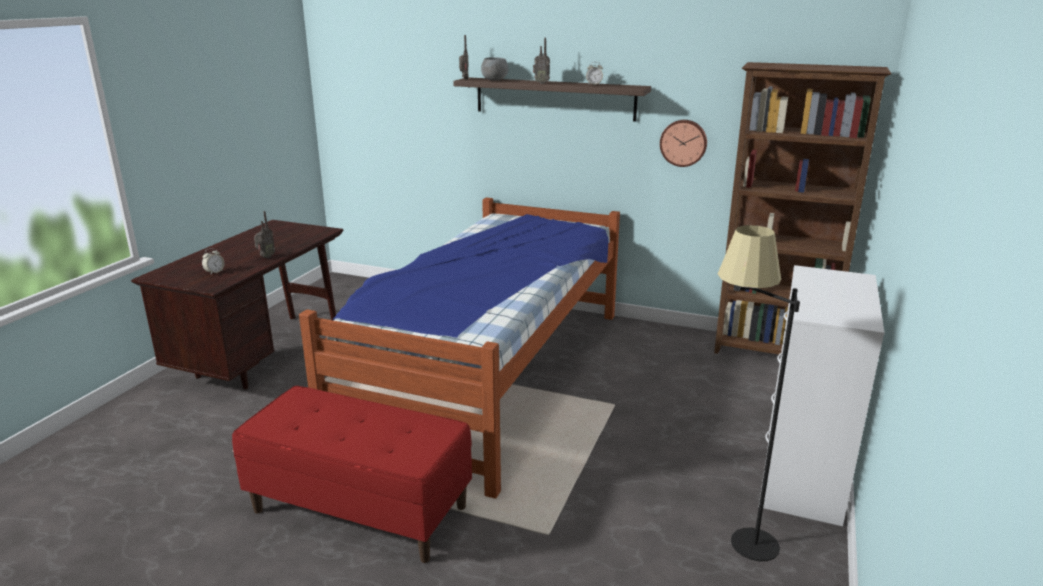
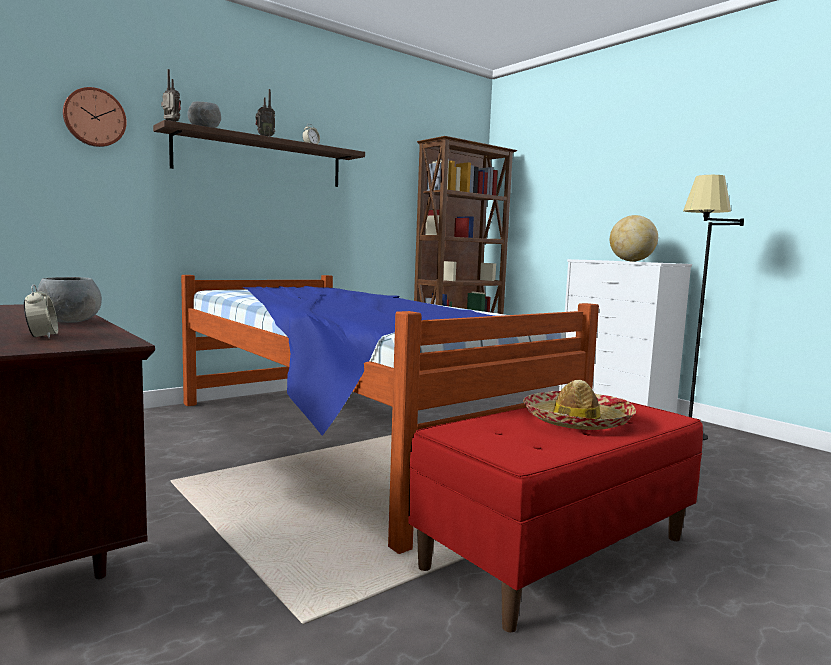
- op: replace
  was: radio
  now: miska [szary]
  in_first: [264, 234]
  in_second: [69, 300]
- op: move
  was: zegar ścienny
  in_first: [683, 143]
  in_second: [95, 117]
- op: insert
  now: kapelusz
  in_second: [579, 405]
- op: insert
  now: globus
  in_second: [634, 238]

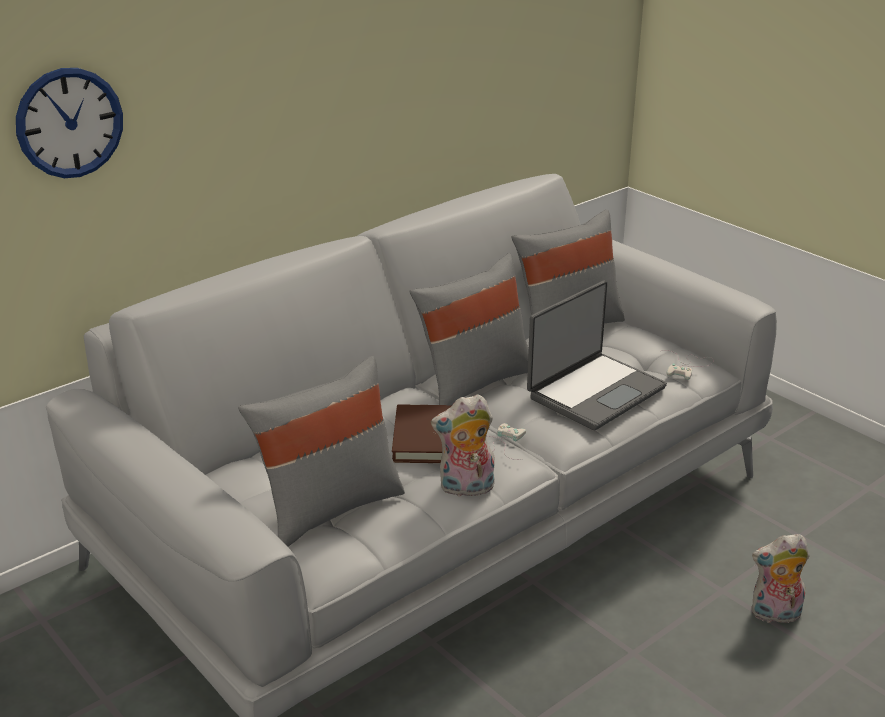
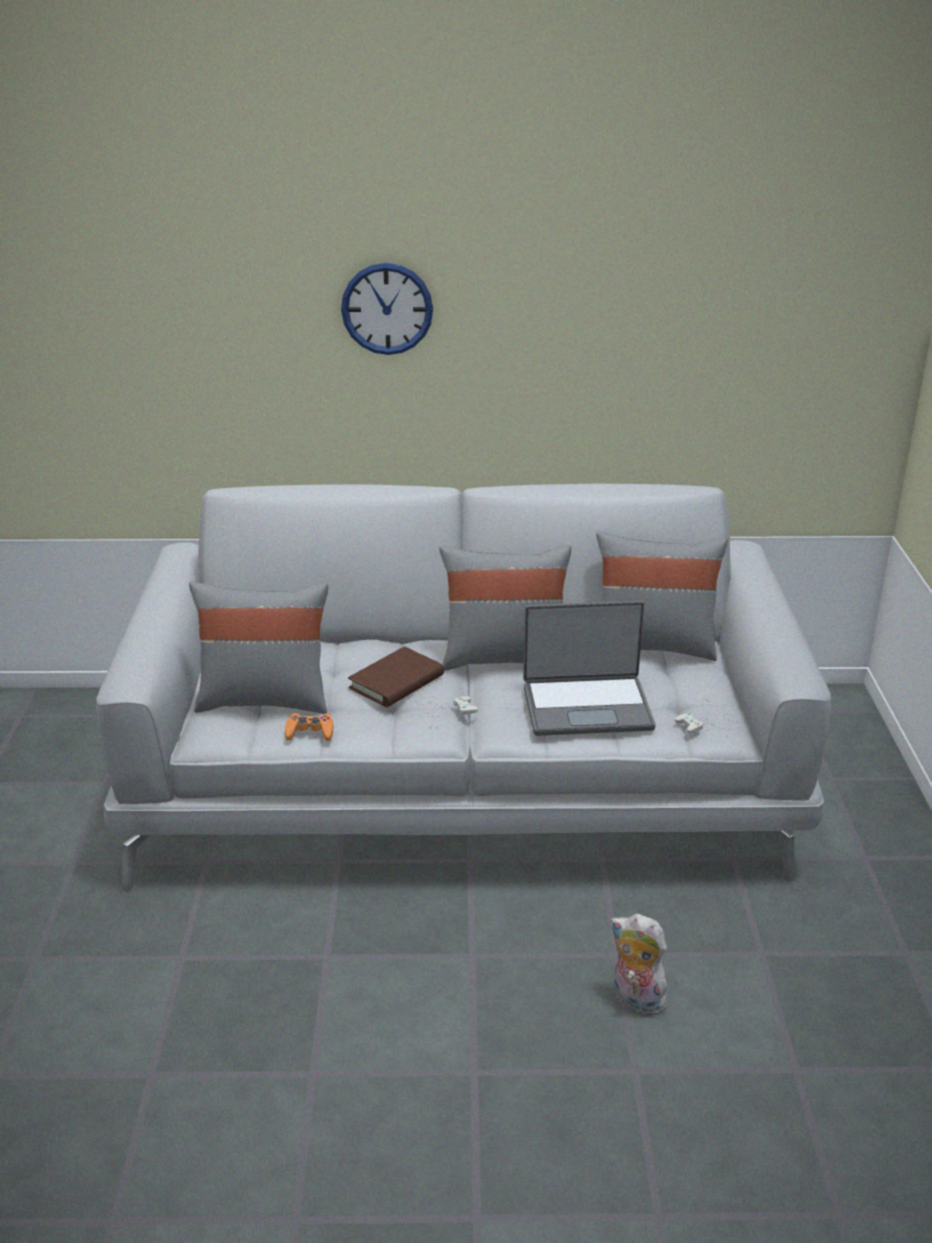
- op: insert
  now: pad do gier [pomarańczowy]
  in_second: [309, 727]
- op: move
  was: zegar ścienny
  in_first: [69, 123]
  in_second: [387, 309]
- op: delete
  was: pluszak
  in_first: [463, 445]

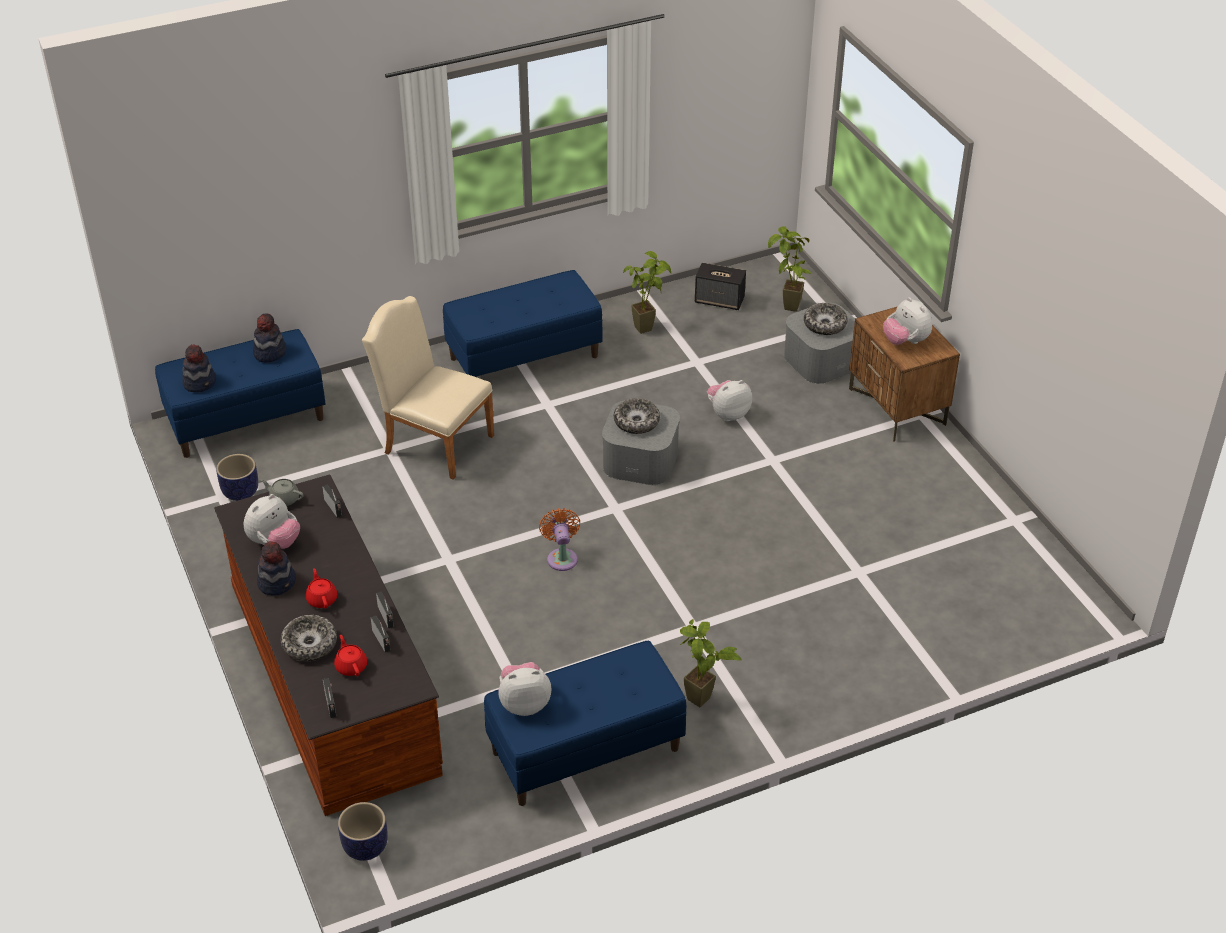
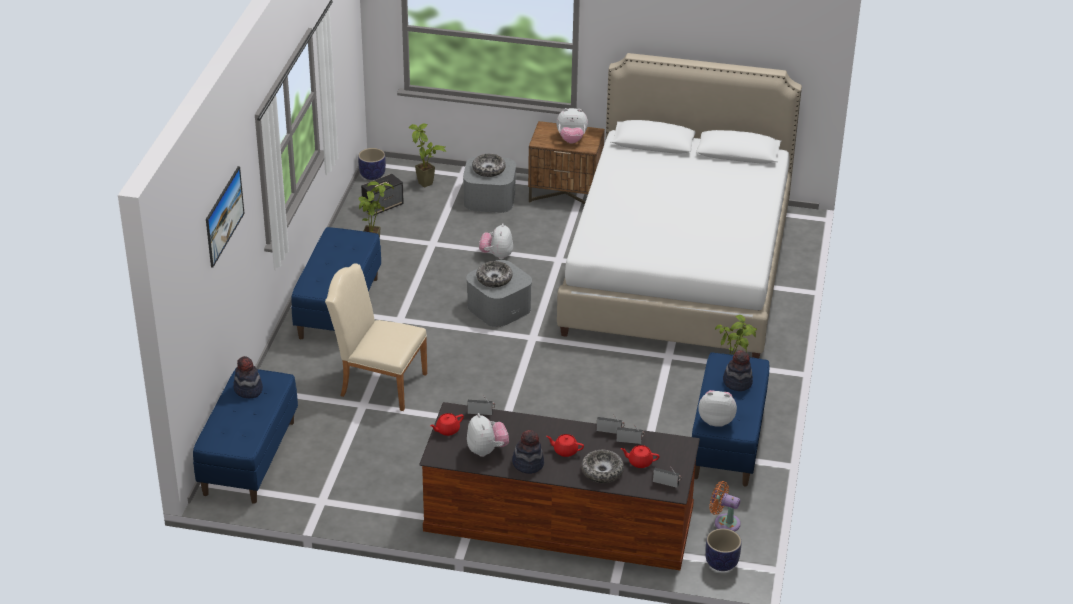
- op: insert
  now: obraz
  in_second: [225, 217]
- op: rotate
  was: krzesło [beżowy]
  in_first: [428, 388]
  in_second: [376, 337]
  clockwise: 45
- op: move
  was: donica
  in_first: [237, 477]
  in_second: [372, 164]
- op: recolor
  was: imbryk [szary]
  now: imbryk [czerwony]
  in_first: [282, 492]
  in_second: [447, 424]
- op: insert
  now: łóżko [biały]
  in_second: [679, 205]
- op: rotate
  was: pluszak
  in_first: [524, 689]
  in_second: [717, 408]
  clockwise: 75
- op: move
  was: wentylator [pomarańczowy]
  in_first: [559, 539]
  in_second: [725, 506]
- op: move
  was: kapelusz
  in_first: [199, 369]
  in_second: [738, 370]

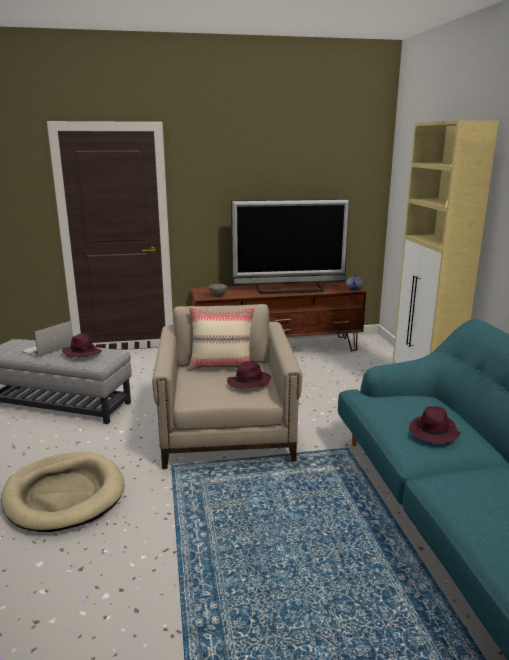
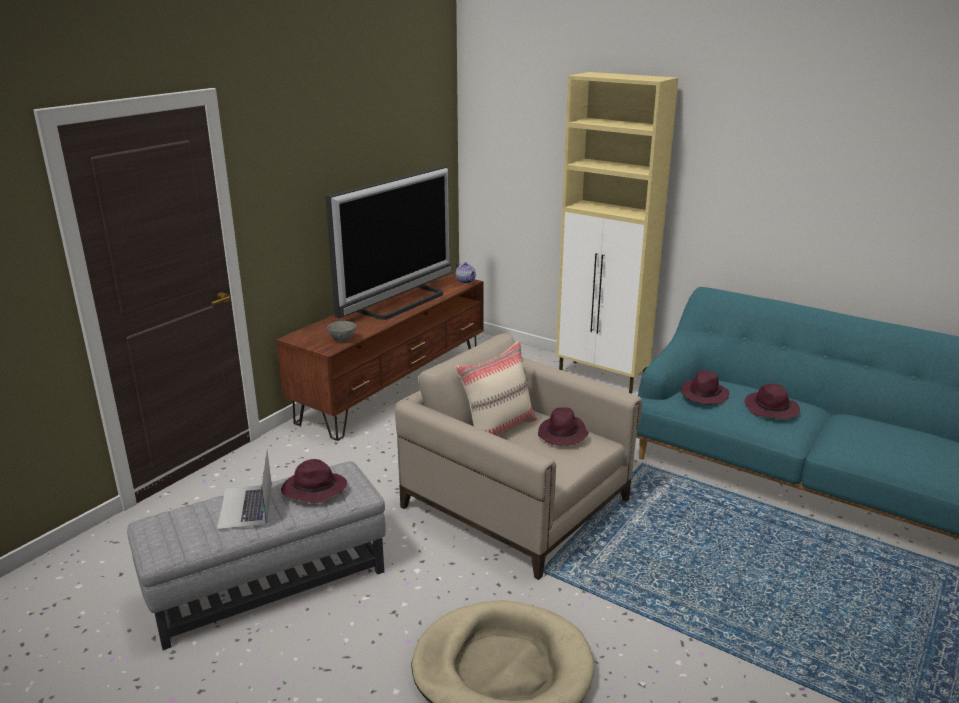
- op: insert
  now: kapelusz [fioletowy]
  in_second: [704, 387]

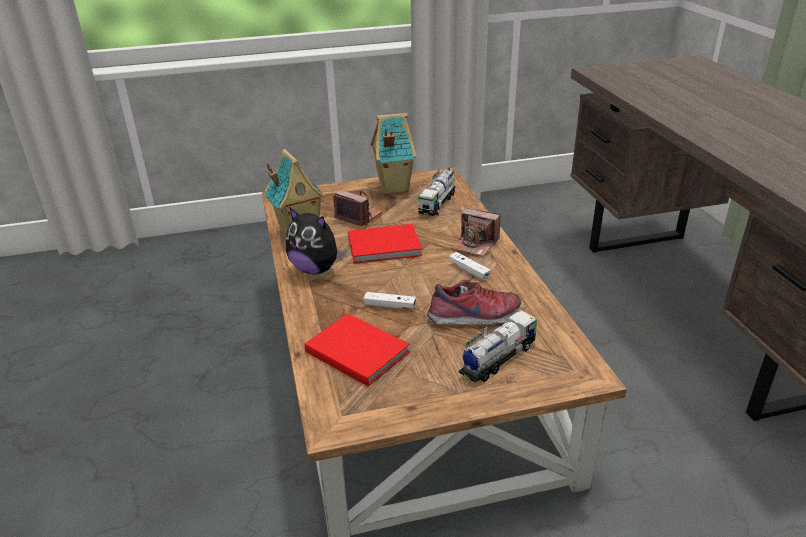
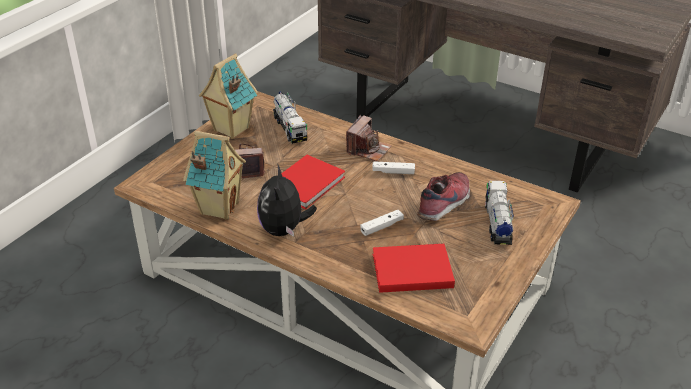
- op: rotate
  was: pluszak
  in_first: [316, 240]
  in_second: [287, 200]
  clockwise: 105
- op: rotate
  was: aparat fotograficzny
  in_first: [476, 232]
  in_second: [369, 138]
  clockwise: -45

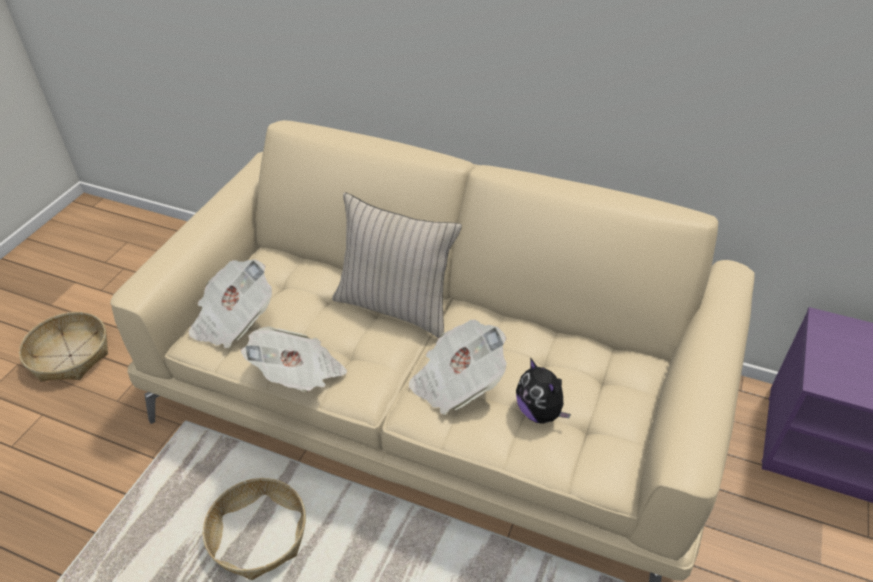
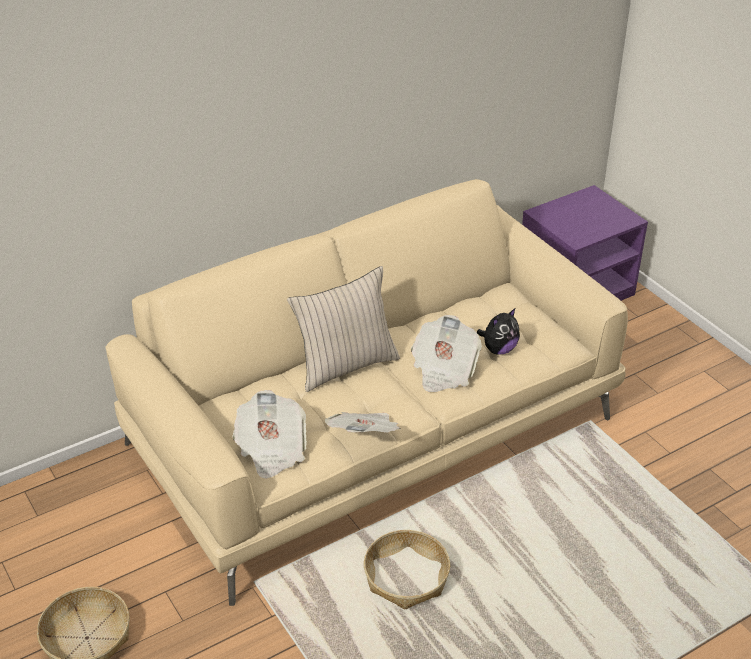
- op: rotate
  was: pluszak
  in_first: [543, 391]
  in_second: [498, 331]
  clockwise: -45

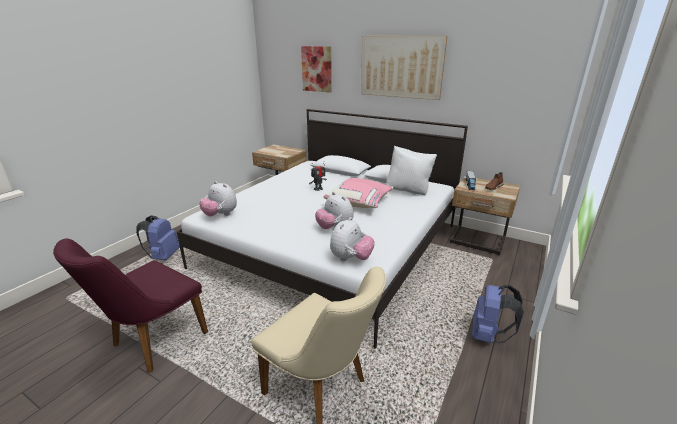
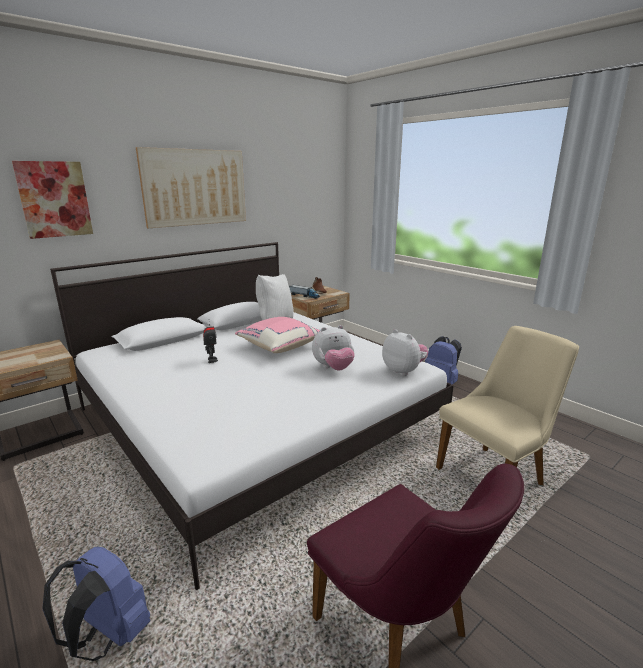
- op: delete
  was: pluszak
  in_first: [218, 199]

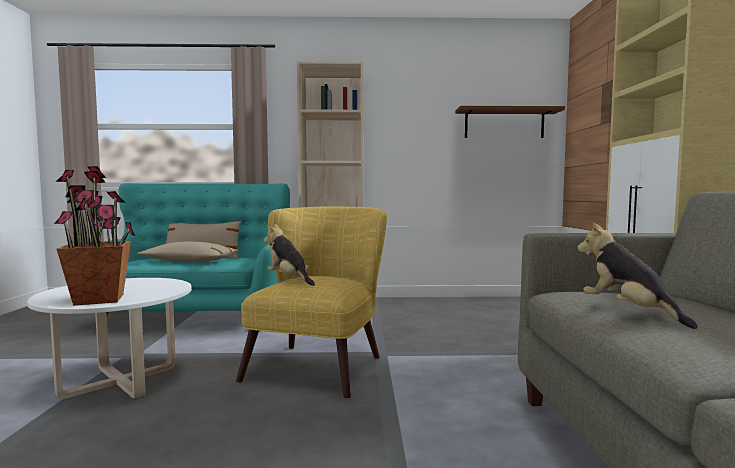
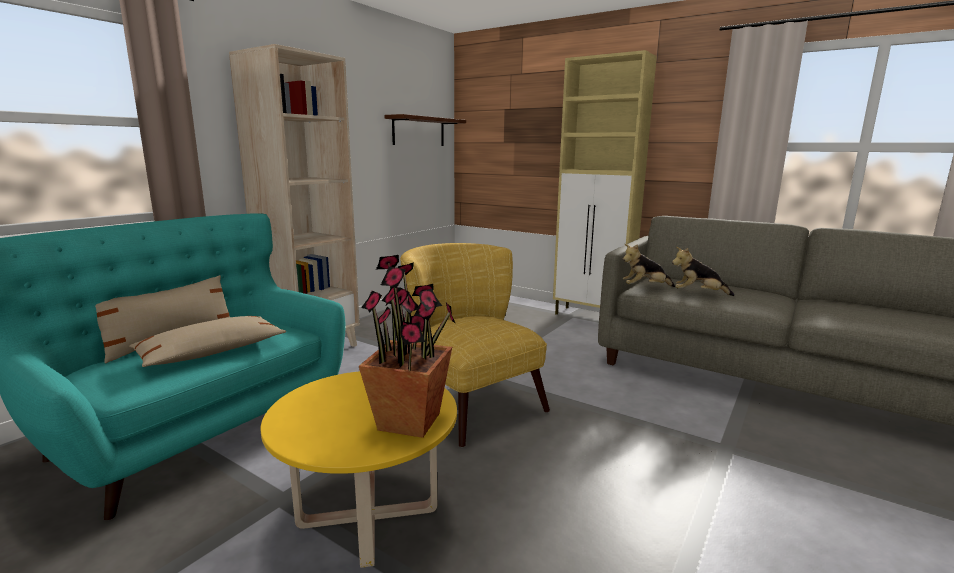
- op: recolor
  was: ława [biały]
  now: ława [żółty]
  in_first: [109, 338]
  in_second: [358, 469]
- op: move
  was: pluszak
  in_first: [289, 255]
  in_second: [649, 265]

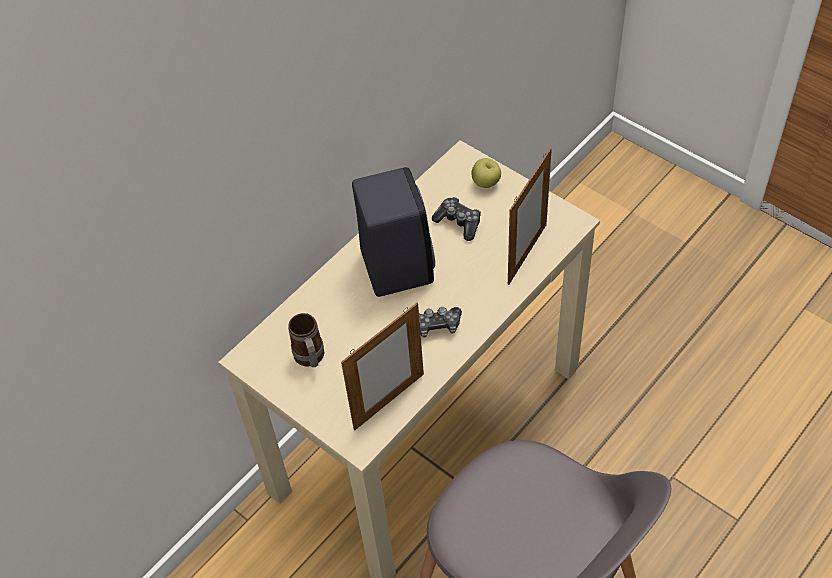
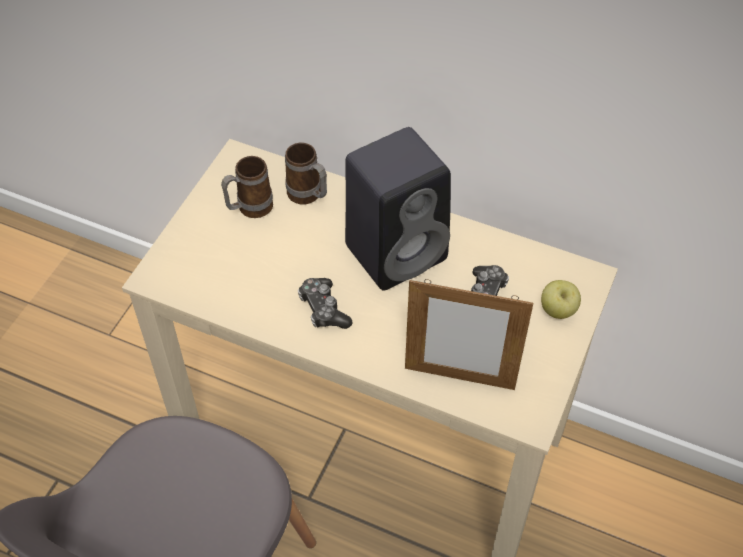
- op: insert
  now: kubek
  in_second: [306, 173]
- op: delete
  was: ramka na zdjęcie
  in_first: [382, 367]

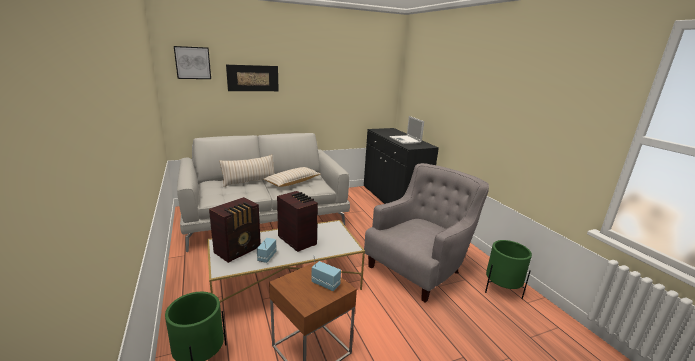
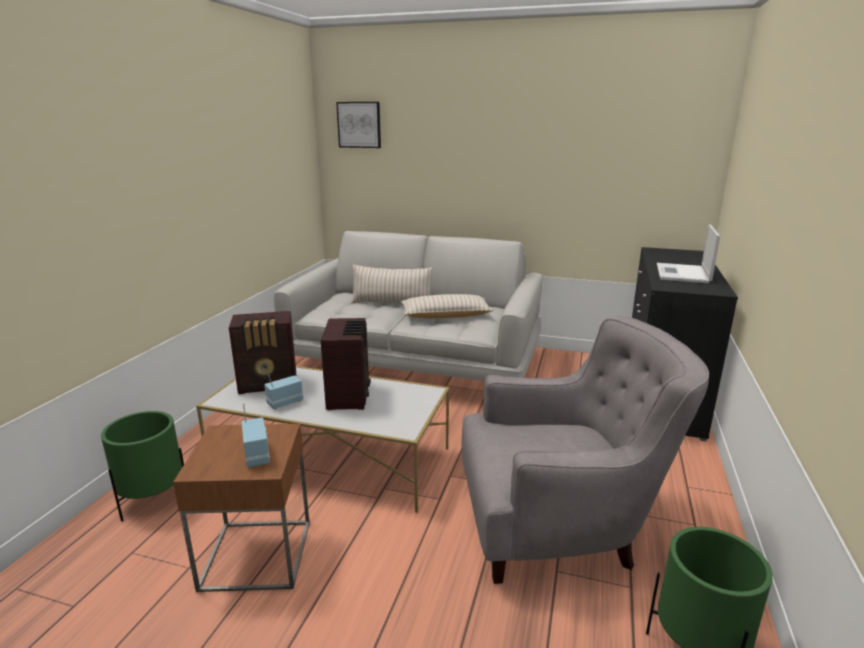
- op: delete
  was: obraz
  in_first: [252, 78]

